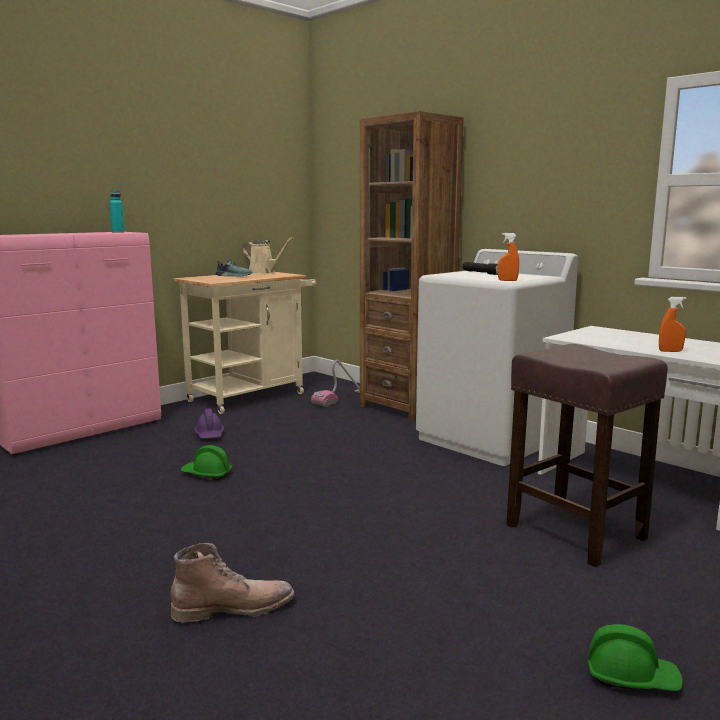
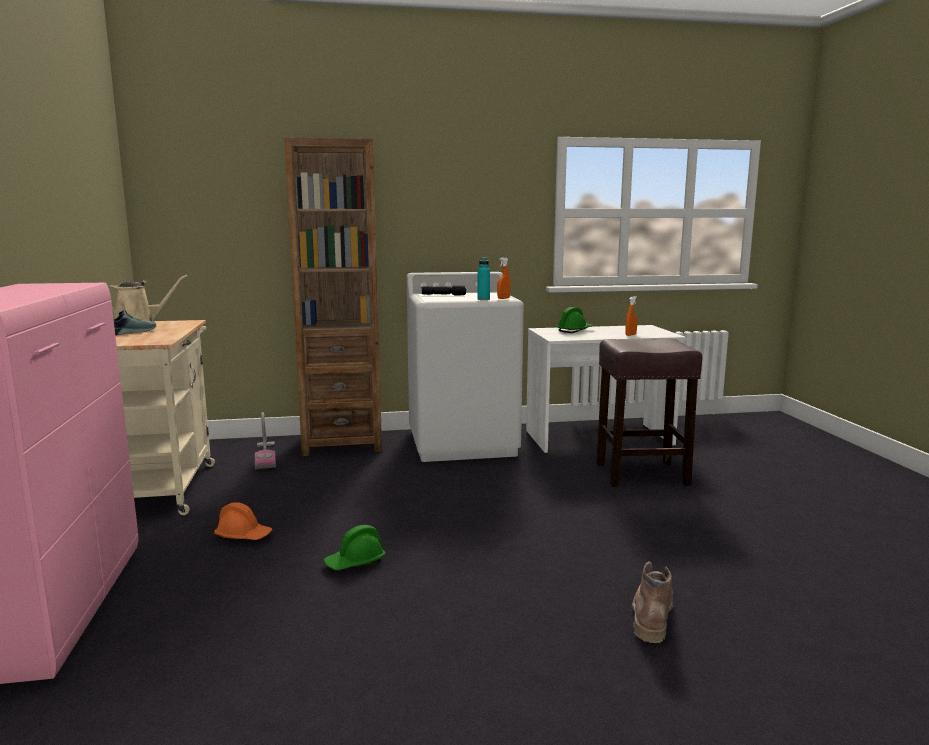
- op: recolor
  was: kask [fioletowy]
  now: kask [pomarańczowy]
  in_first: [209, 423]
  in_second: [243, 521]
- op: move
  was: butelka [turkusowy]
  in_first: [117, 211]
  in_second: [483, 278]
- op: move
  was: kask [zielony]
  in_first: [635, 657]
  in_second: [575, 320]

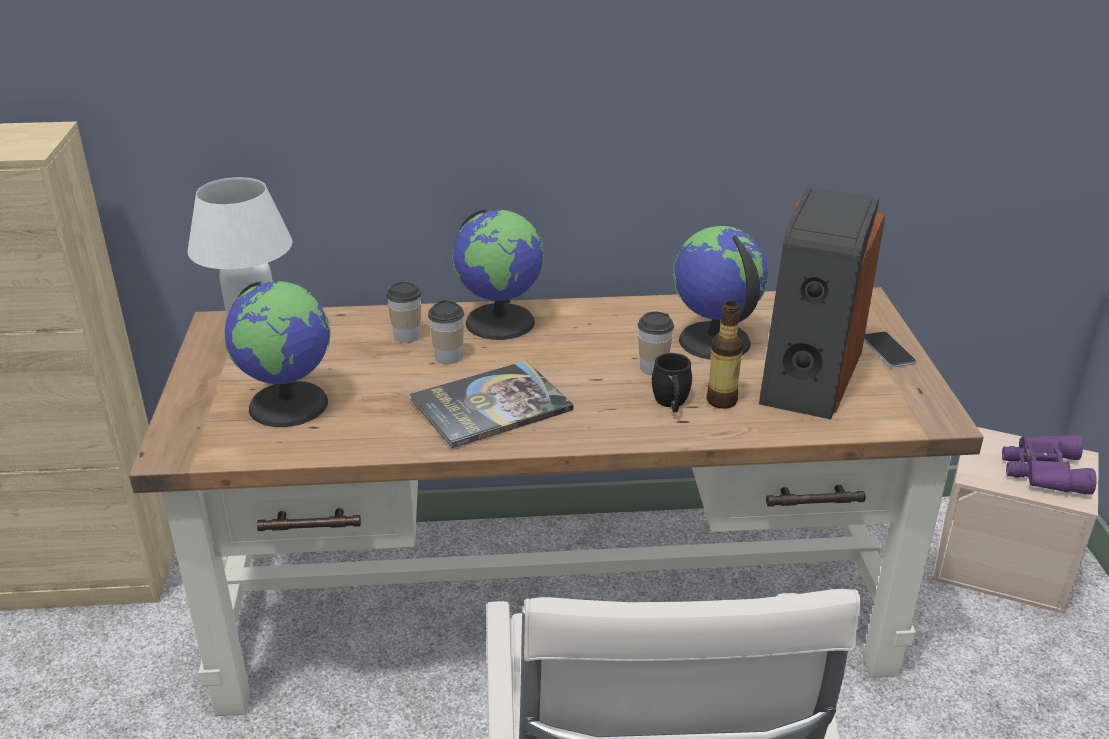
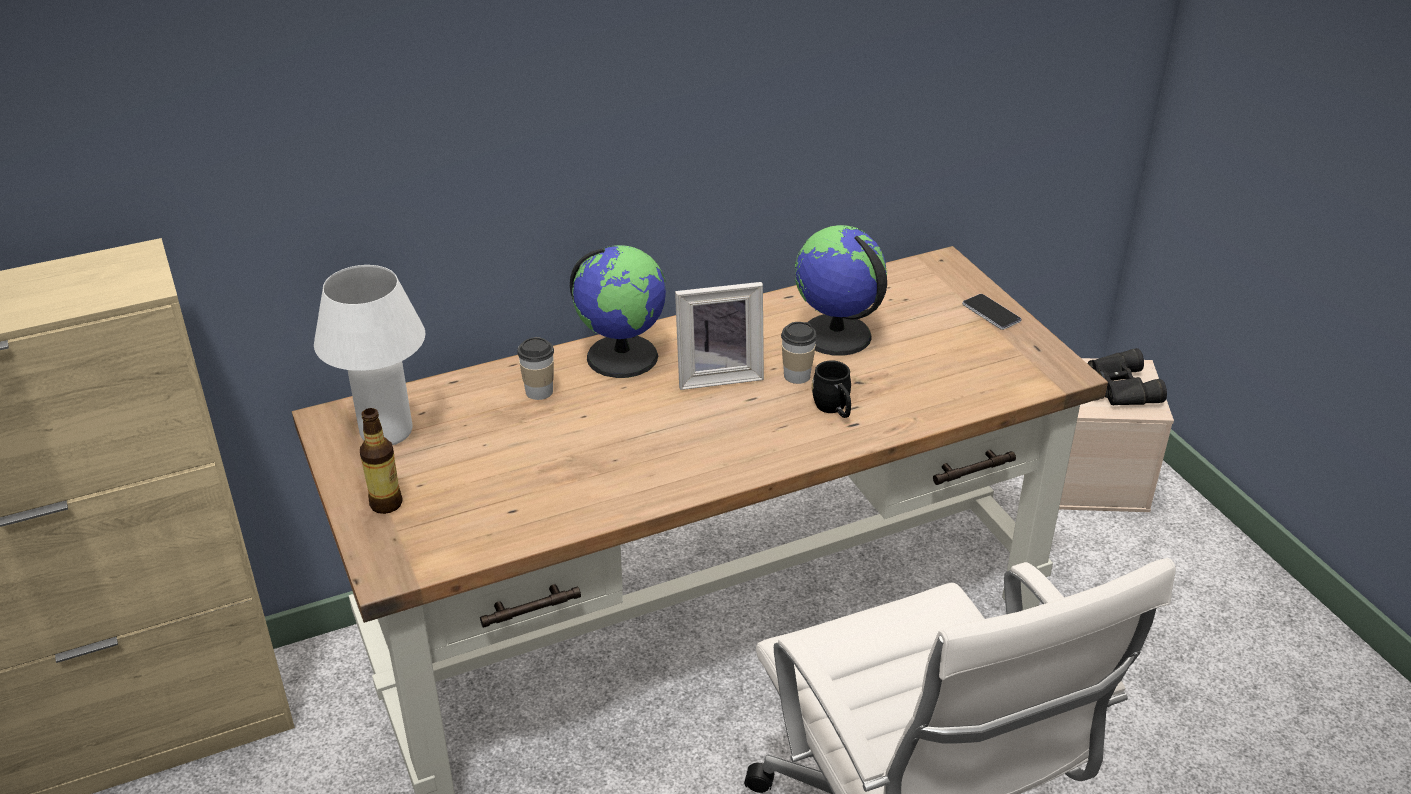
- op: move
  was: butelka
  in_first: [724, 355]
  in_second: [381, 461]
- op: insert
  now: ramka na zdjęcie
  in_second: [719, 336]
- op: recolor
  was: lornetka [fioletowy]
  now: lornetka [czarny]
  in_first: [1049, 465]
  in_second: [1127, 376]
- op: delete
  was: globus
  in_first: [278, 354]
- op: delete
  was: książka
  in_first: [491, 404]
- op: delete
  was: filiżanka
  in_first: [446, 332]
- op: delete
  was: głośnik
  in_first: [822, 303]

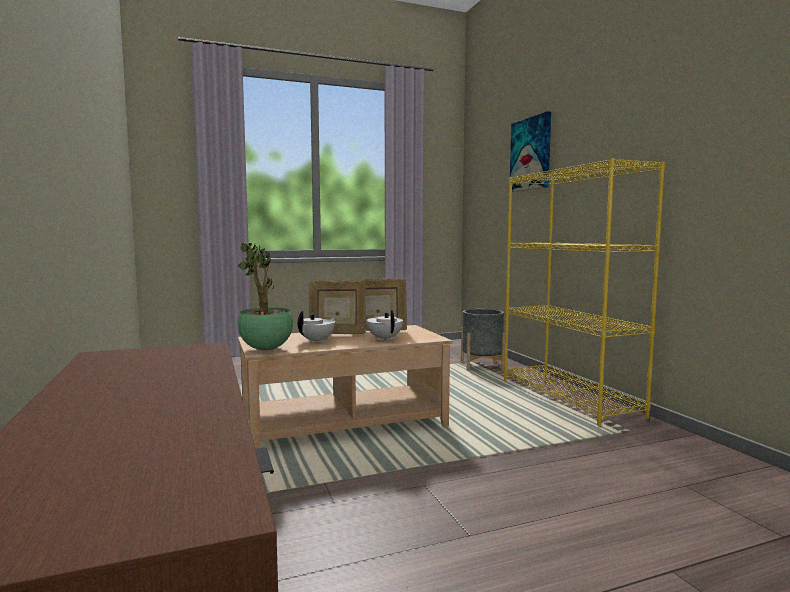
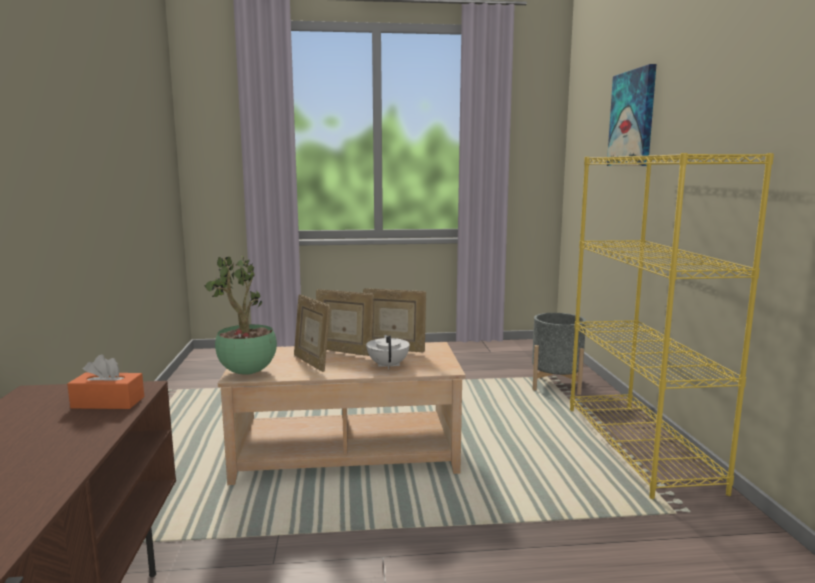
- op: insert
  now: pudełko chusteczek [pomarańczowy]
  in_second: [105, 381]
- op: replace
  was: imbryk [biały]
  now: ramka na zdjęcie
  in_first: [316, 327]
  in_second: [312, 333]

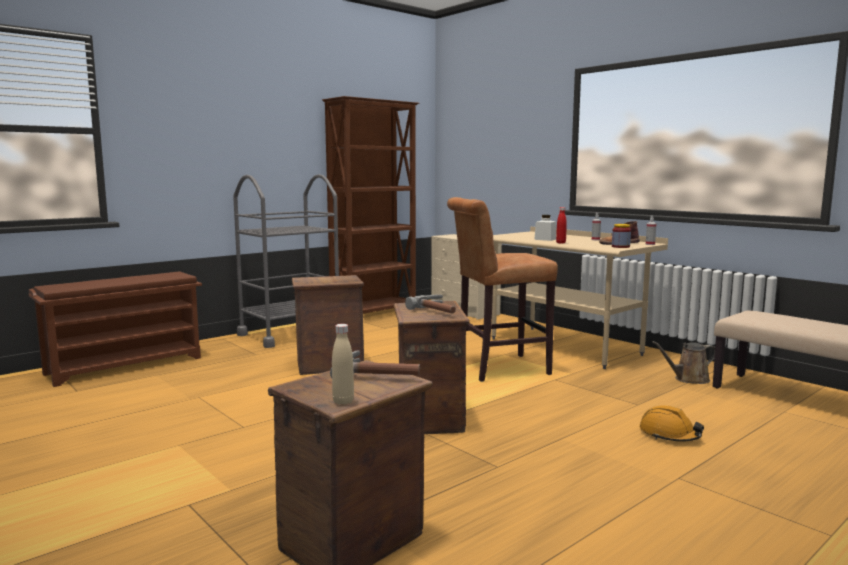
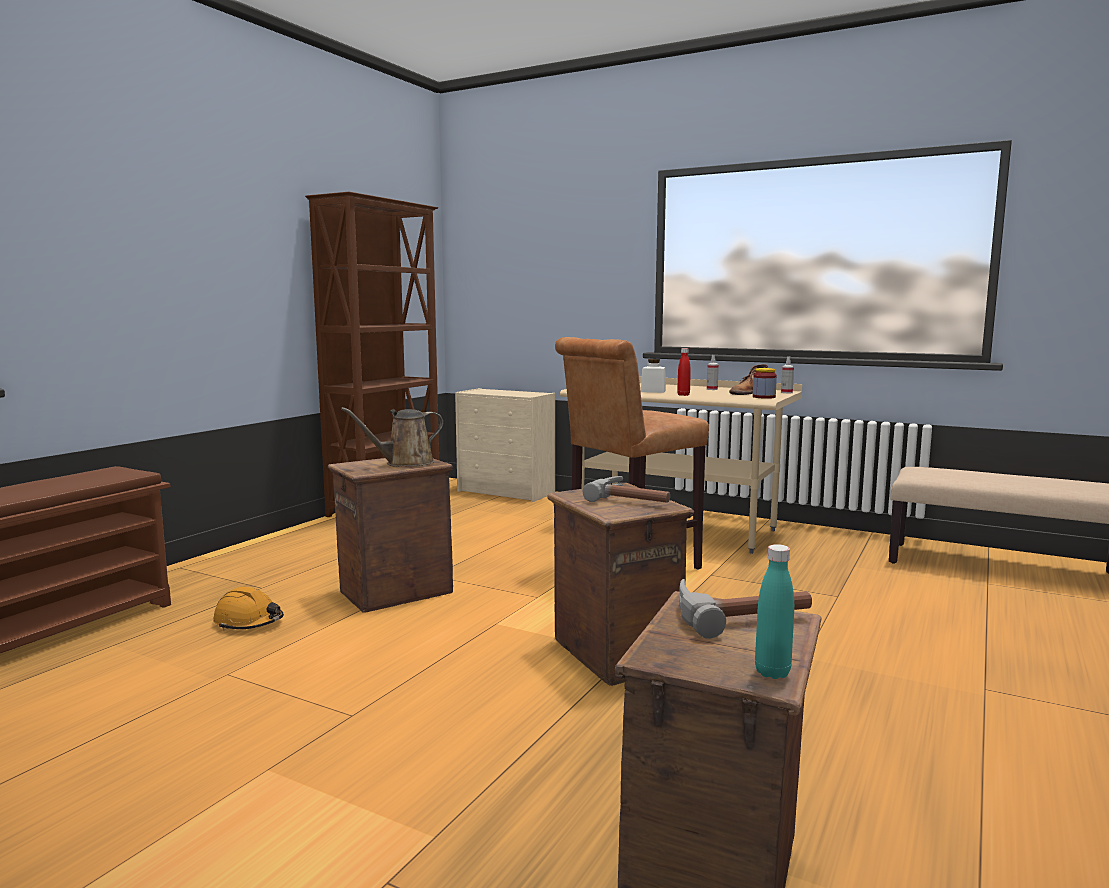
- op: move
  was: kask [pomarańczowy]
  in_first: [671, 424]
  in_second: [248, 608]
- op: move
  was: konewka [brązowy]
  in_first: [683, 362]
  in_second: [392, 437]
- op: recolor
  was: butelka [beżowy]
  now: butelka [turkusowy]
  in_first: [343, 364]
  in_second: [774, 611]
- op: delete
  was: wózek [szary]
  in_first: [286, 261]

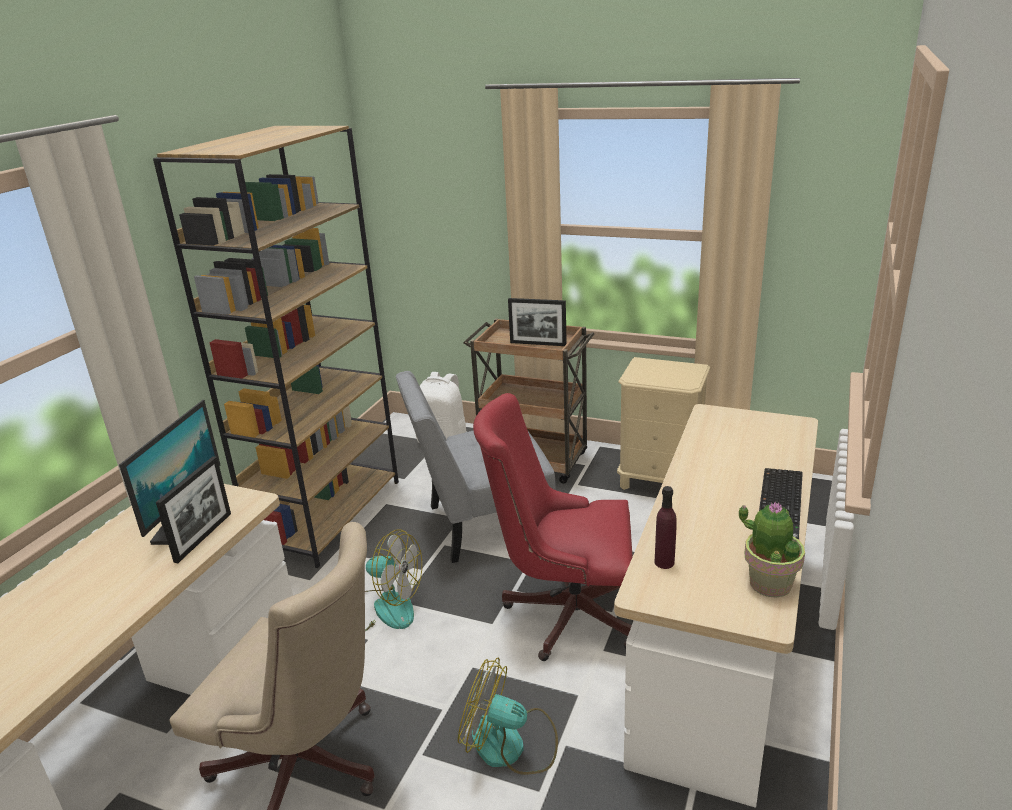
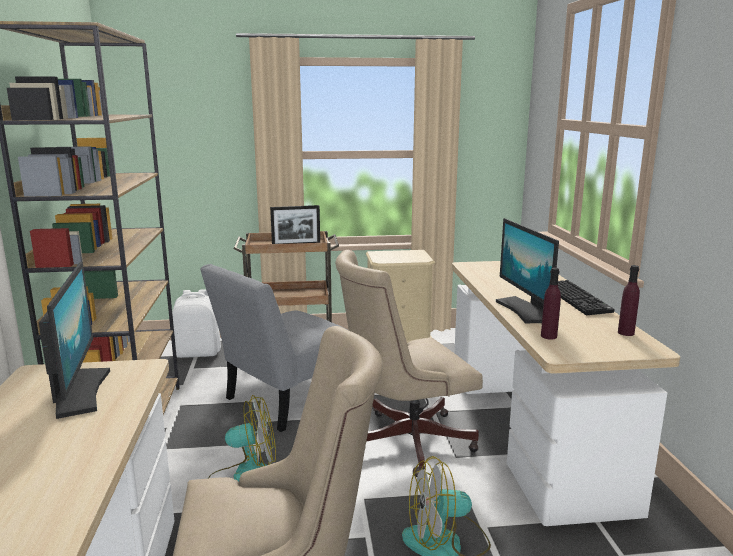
- op: recolor
  was: krzesło biurowe [czerwony]
  now: krzesło biurowe [beżowy]
  in_first: [553, 527]
  in_second: [409, 363]
- op: insert
  now: monitor
  in_second: [527, 270]
- op: replace
  was: roślina doniczkowa
  now: butelka [fioletowy]
  in_first: [772, 550]
  in_second: [629, 300]
- op: delete
  was: ramka na zdjęcie
  in_first: [193, 509]

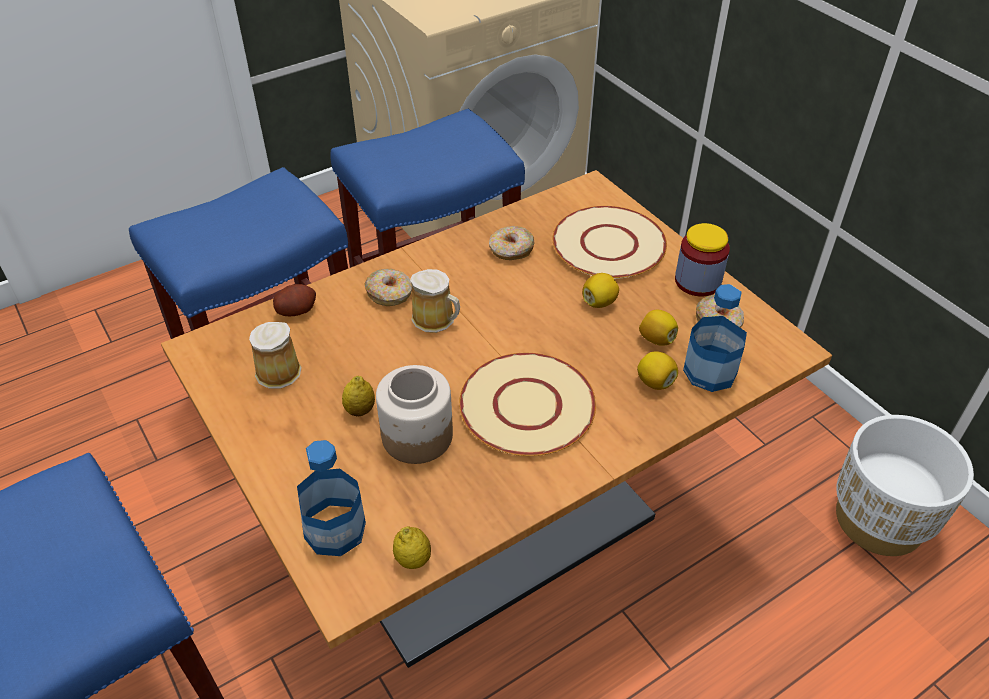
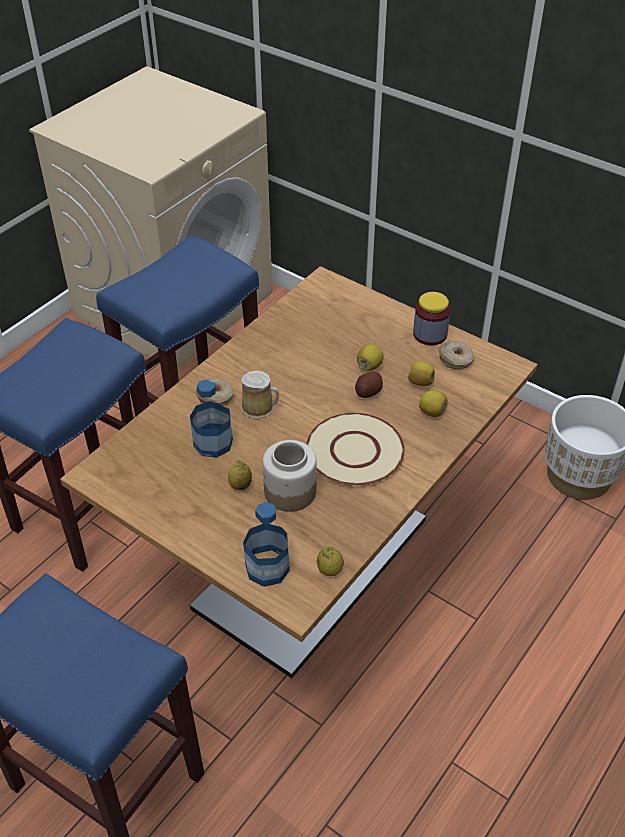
- op: move
  was: butelka
  in_first: [715, 338]
  in_second: [211, 418]
- op: move
  was: ziemniak
  in_first: [294, 300]
  in_second: [369, 385]
- op: delete
  was: kubek
  in_first: [275, 355]
- op: delete
  was: donut
  in_first: [511, 243]
- op: delete
  was: talerz [beżowy]
  in_first: [610, 242]

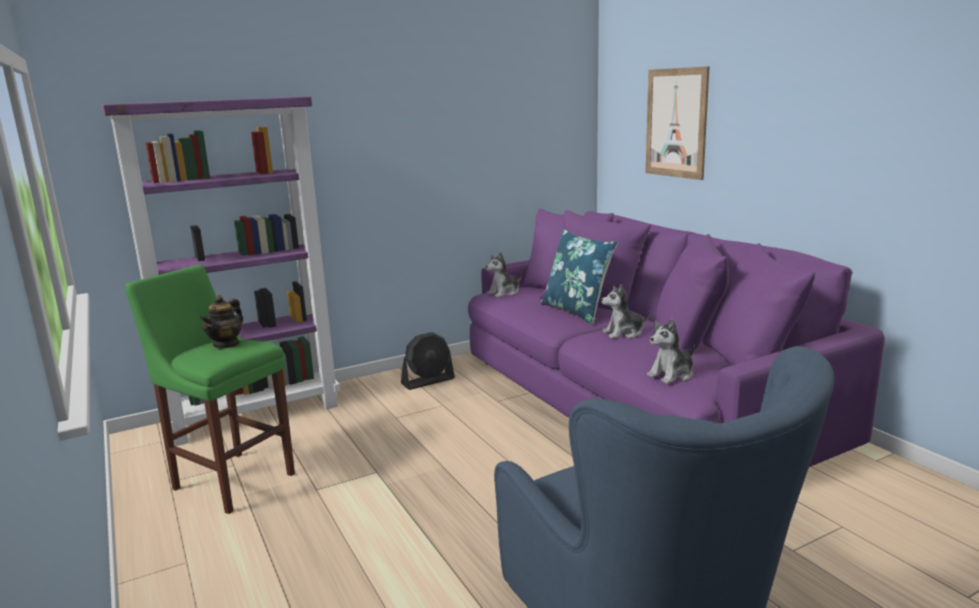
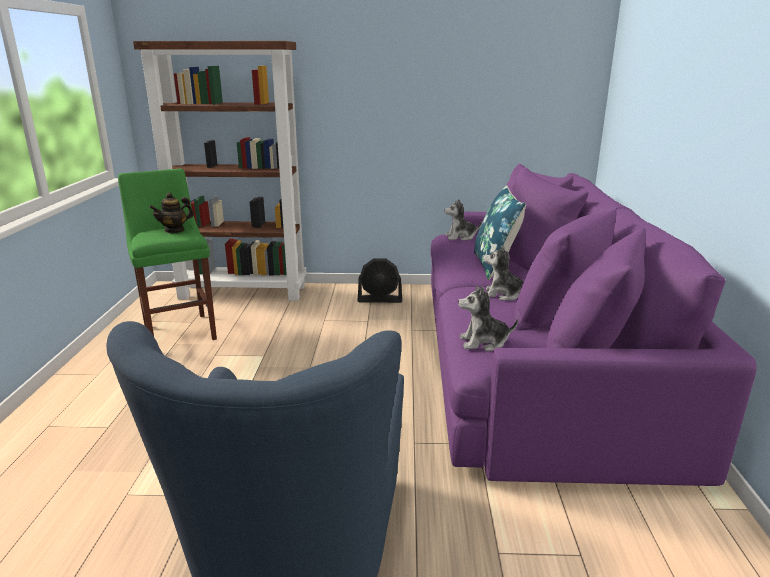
- op: recolor
  was: regał [fioletowy]
  now: regał [brązowy]
  in_first: [221, 271]
  in_second: [220, 171]
- op: delete
  was: obraz
  in_first: [678, 123]

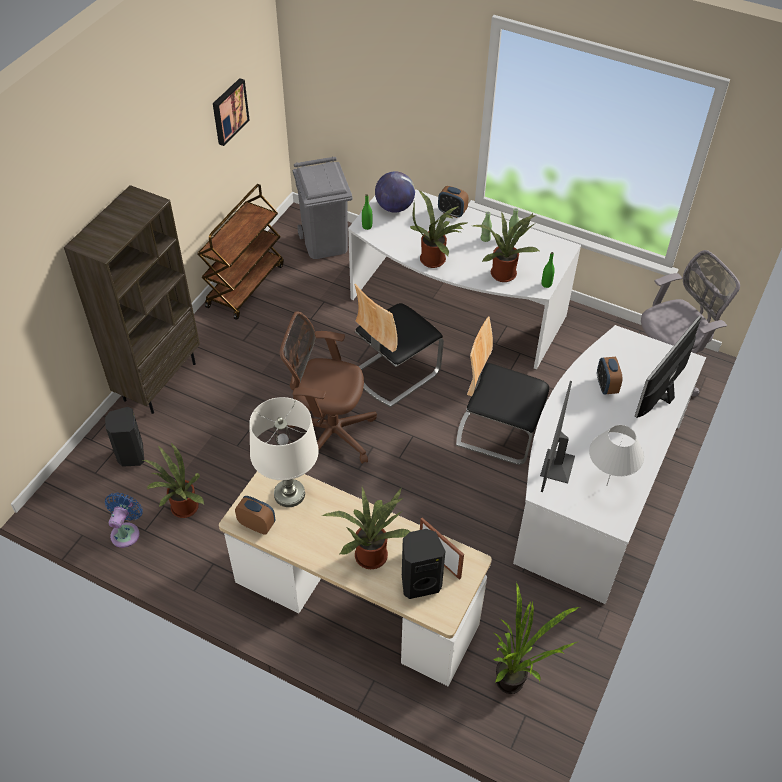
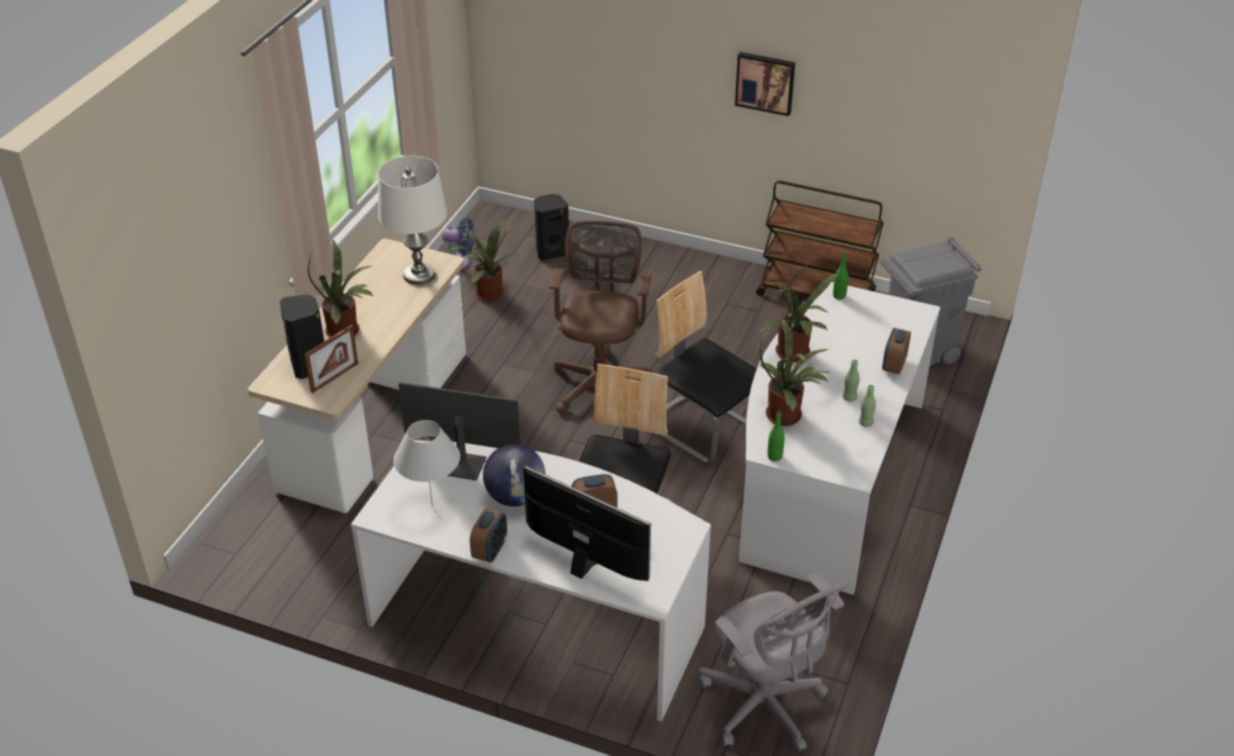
- op: move
  was: budzik
  in_first: [255, 515]
  in_second: [488, 535]
- op: move
  was: globus
  in_first: [395, 192]
  in_second: [514, 475]
- op: move
  was: obraz
  in_first: [231, 112]
  in_second: [765, 84]
- op: delete
  was: regał [brązowy]
  in_first: [132, 299]
- op: delete
  was: roślina doniczkowa
  in_first: [536, 638]

